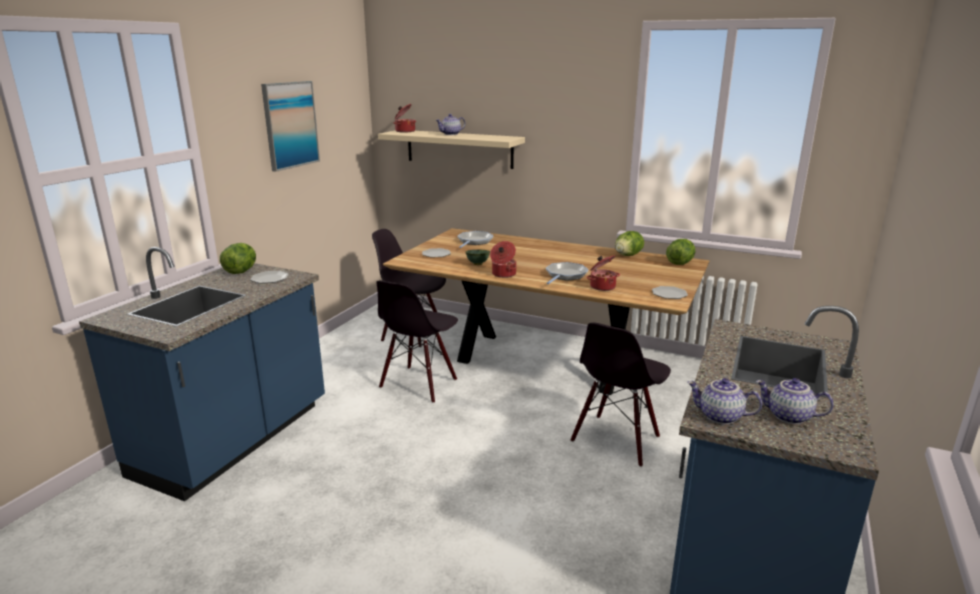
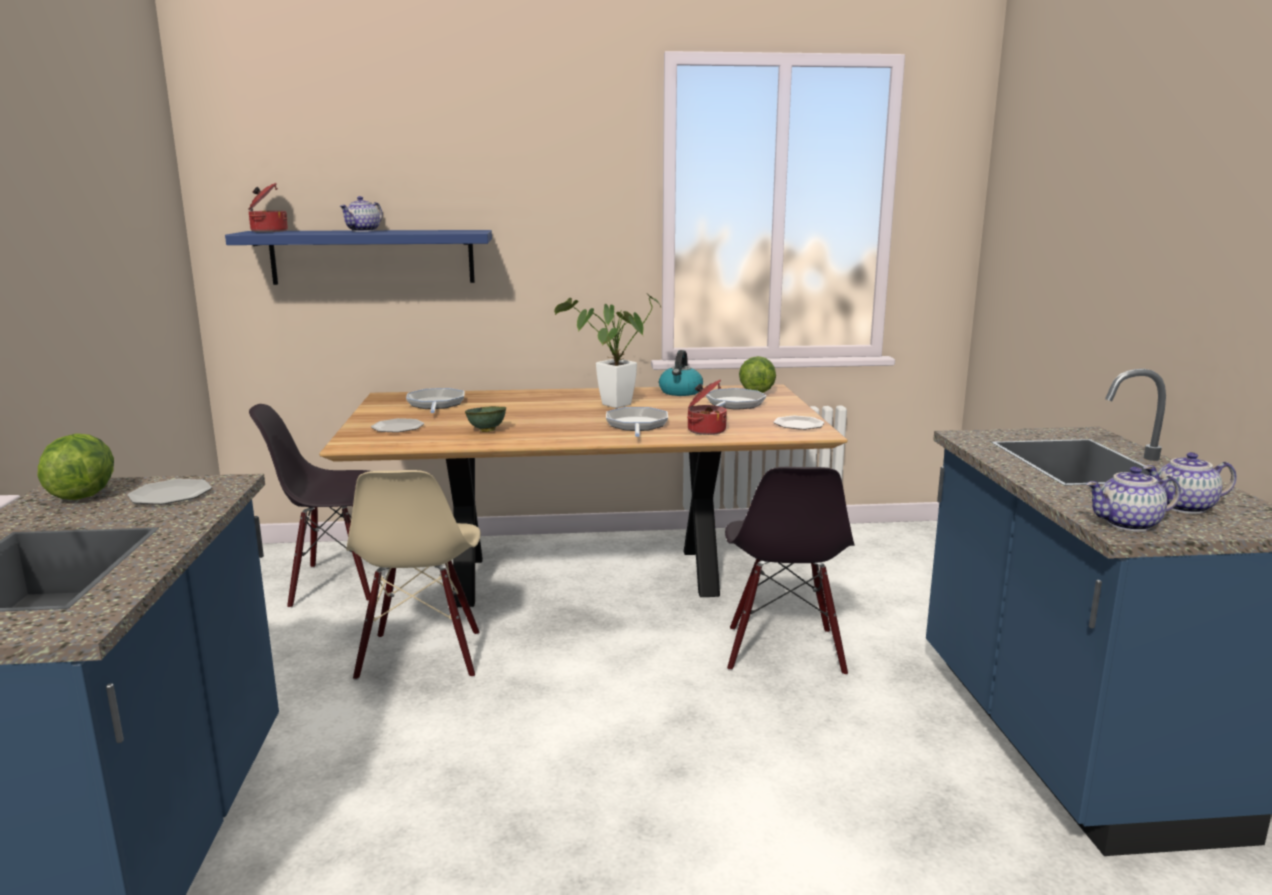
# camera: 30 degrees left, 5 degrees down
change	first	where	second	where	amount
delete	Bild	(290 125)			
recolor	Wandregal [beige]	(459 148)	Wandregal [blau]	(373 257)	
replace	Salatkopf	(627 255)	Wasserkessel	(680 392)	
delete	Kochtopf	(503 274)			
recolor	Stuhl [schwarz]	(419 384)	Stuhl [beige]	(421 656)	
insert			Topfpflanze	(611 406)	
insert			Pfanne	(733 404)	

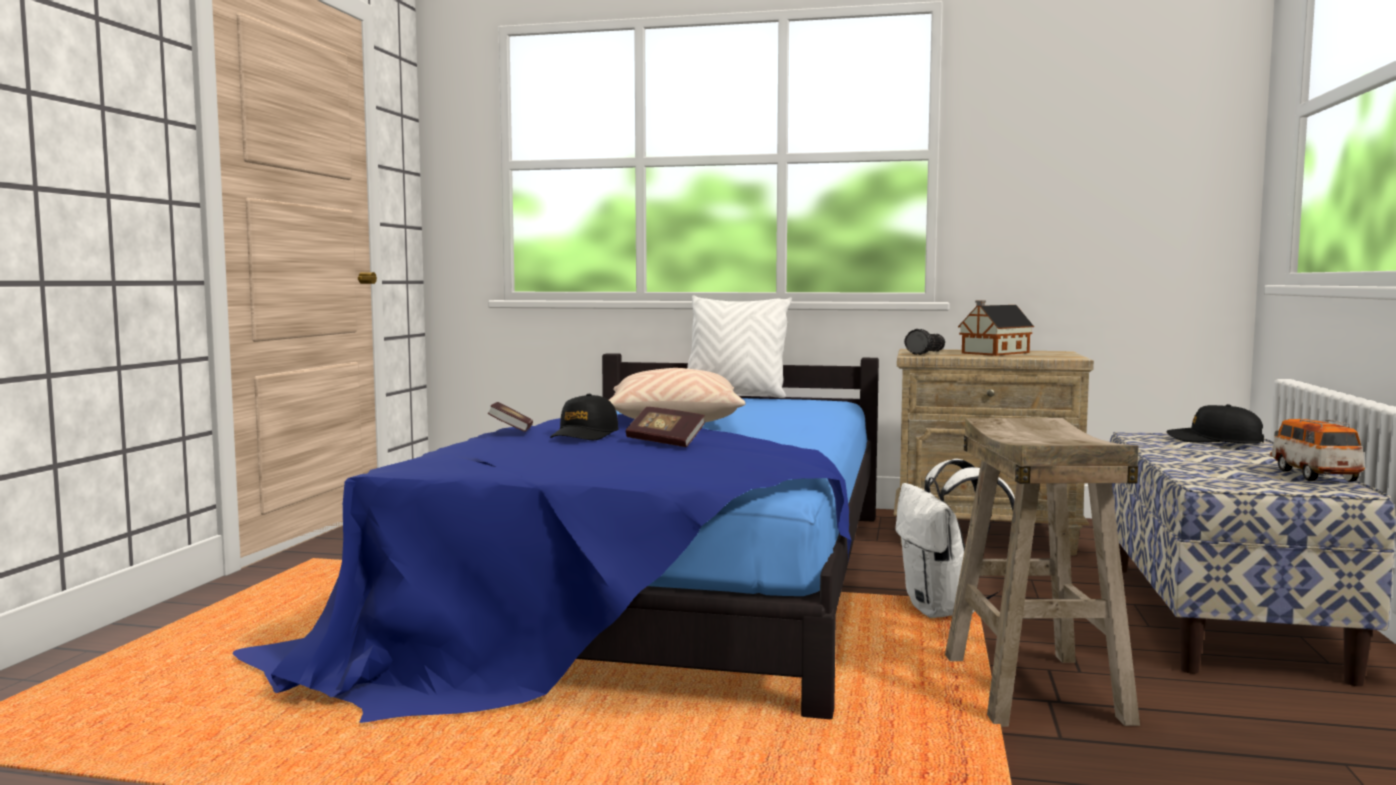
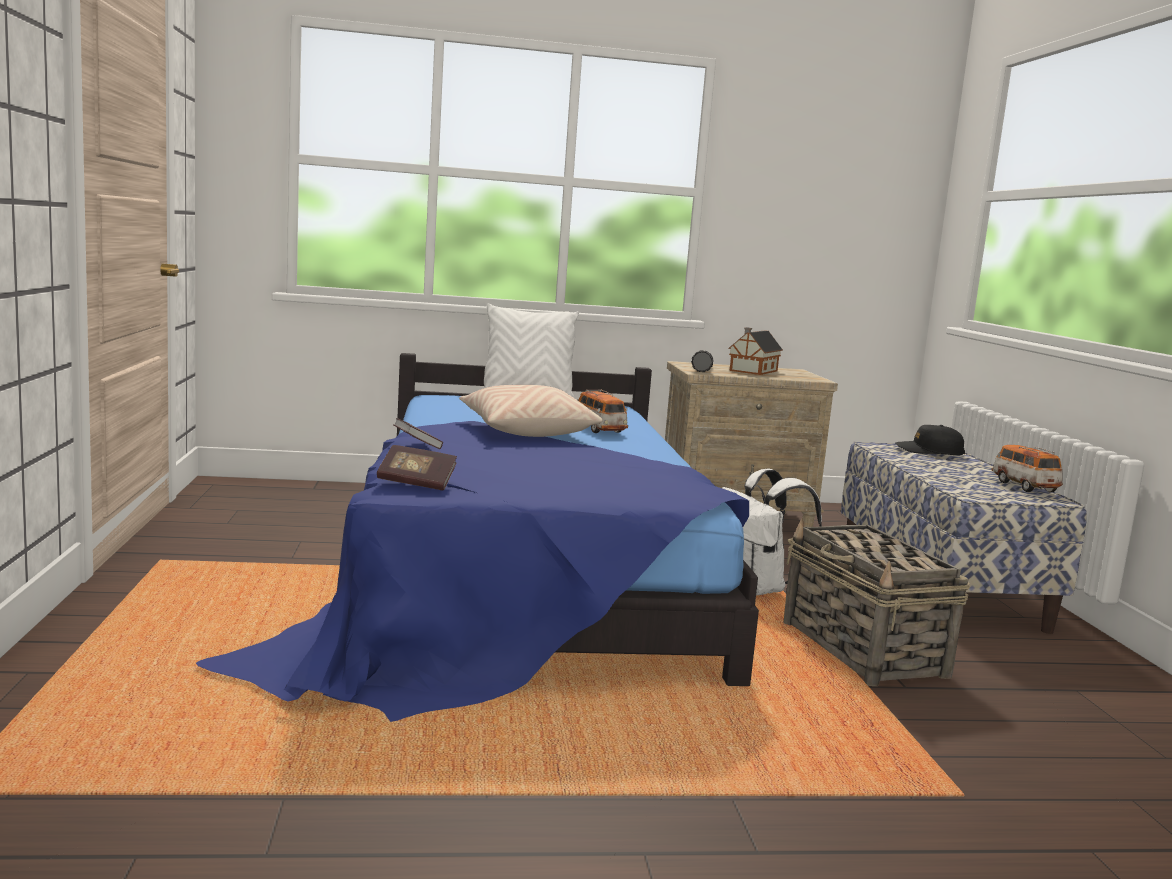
# camera: 20 degrees left, 5 degrees up
change	first	where	second	where	amount
delete	Kappe [schwarz]	(585 435)			
move	Buch	(665 442)		(416 483)	
replace	Hocker [beige]	(1036 688)	Korb	(863 650)	
insert			Spielzeugauto	(600 429)	

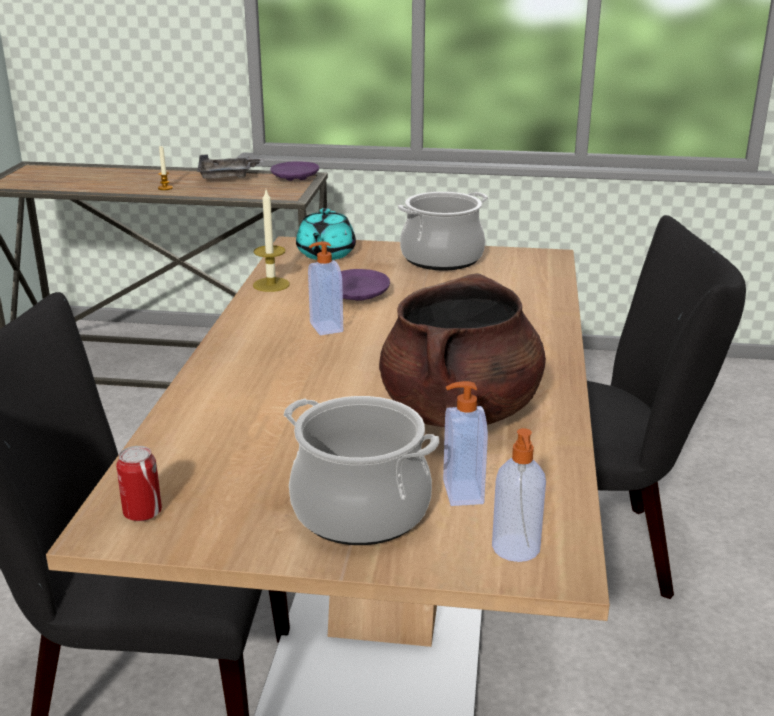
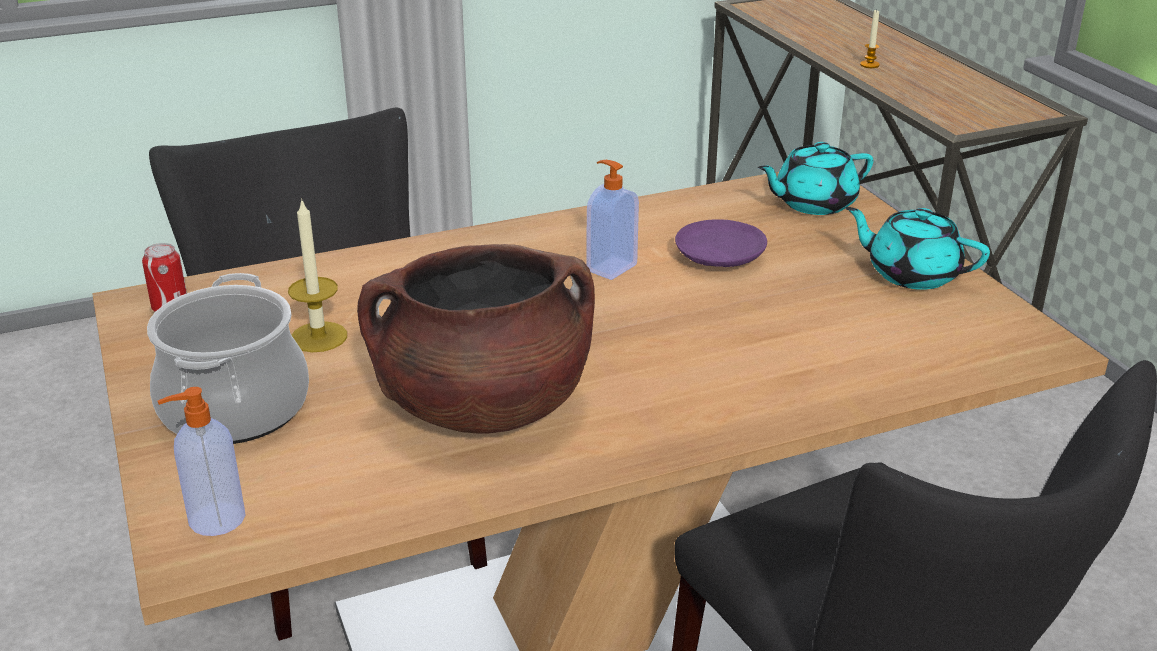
# camera: 60 degrees right, 5 degrees up
change	first	where	second	where	amount
delete	Tablett [grau]	(228 176)			
delete	Teller [lila]	(294 178)			
move	Kerze	(271 284)		(319 337)	
replace	Kochtopf	(442 259)	Teekanne [türkis]	(911 274)	
delete	Seifenspender	(461 492)			

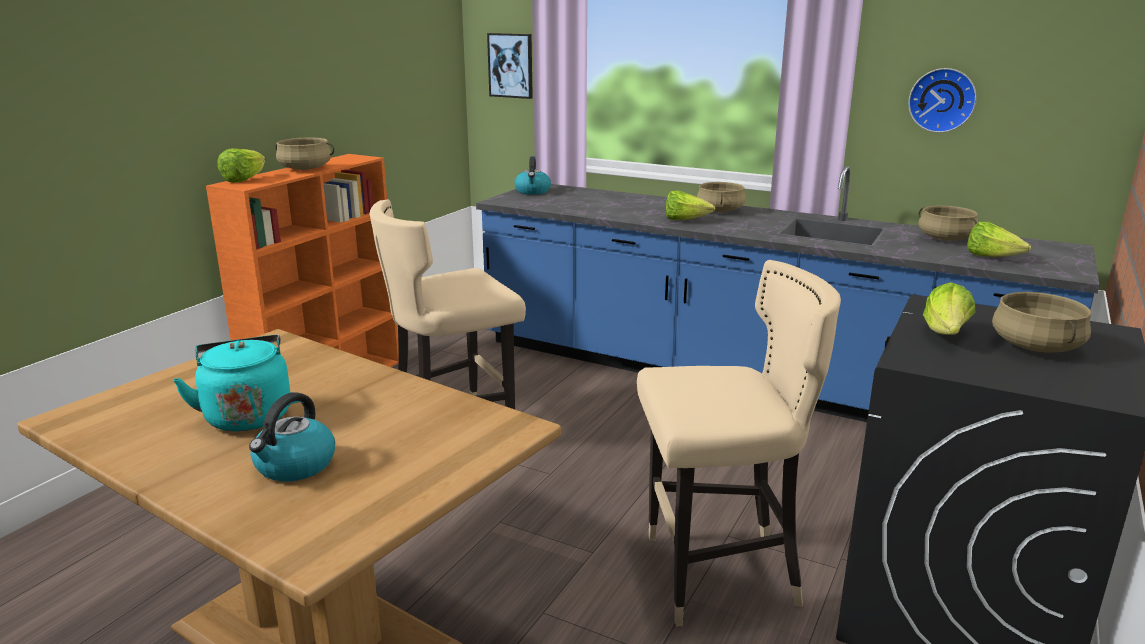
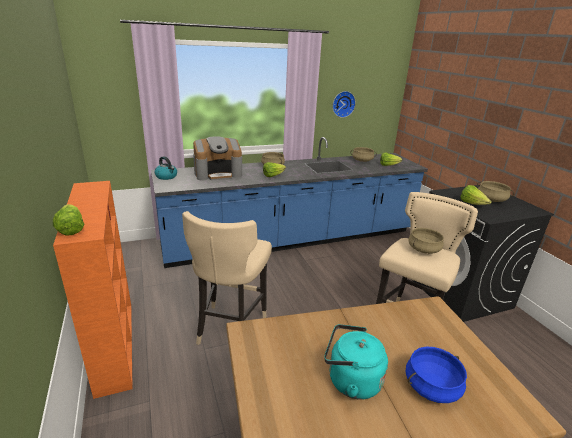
# camera: 50 degrees left, 5 degrees up
change	first	where	second	where	amount
delete	Bild	(511 65)			
move	Kochtopf [beige]	(305 168)		(423 249)	
replace	Wasserkessel	(294 466)	Kochtopf [blau]	(431 386)	
insert			Kaffeemaschine	(218 173)	

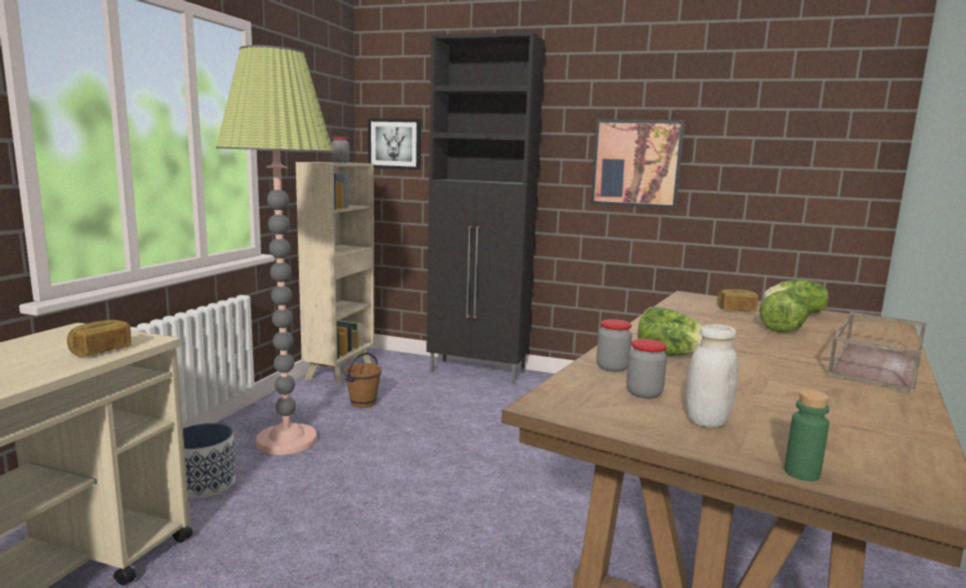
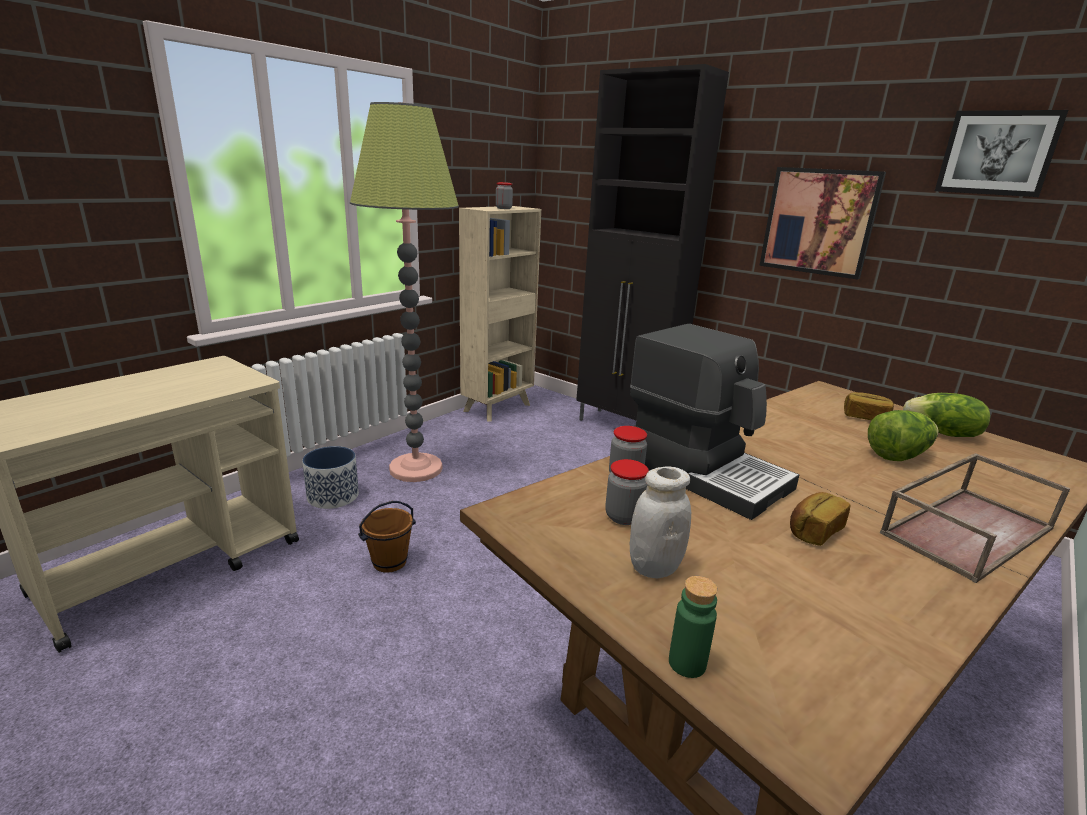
# camera: 20 degrees right, 10 degrees up
change	first	where	second	where	amount
move	Bild	(395 144)		(997 153)	
replace	Salatkopf	(668 356)	Kaffeemaschine	(705 472)	
move	Brot	(100 351)		(813 531)	
move	Eimer [braun]	(363 403)		(389 562)	

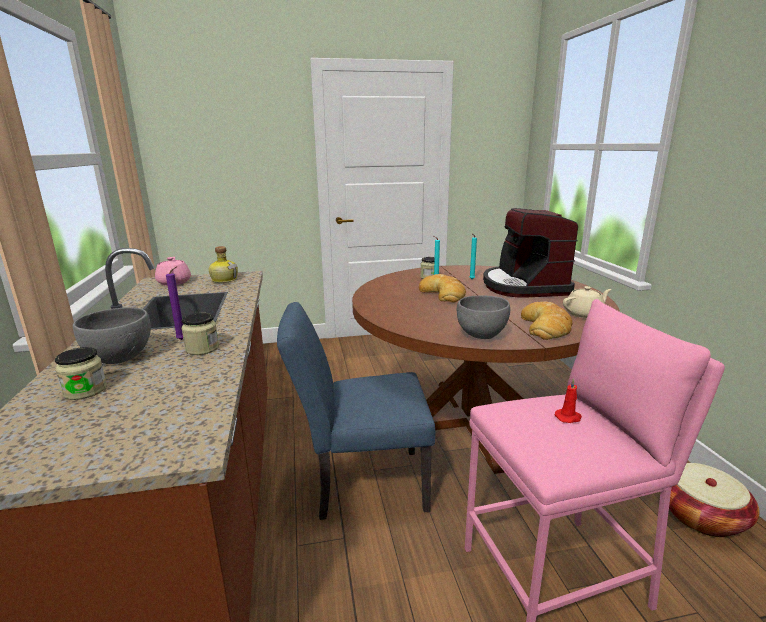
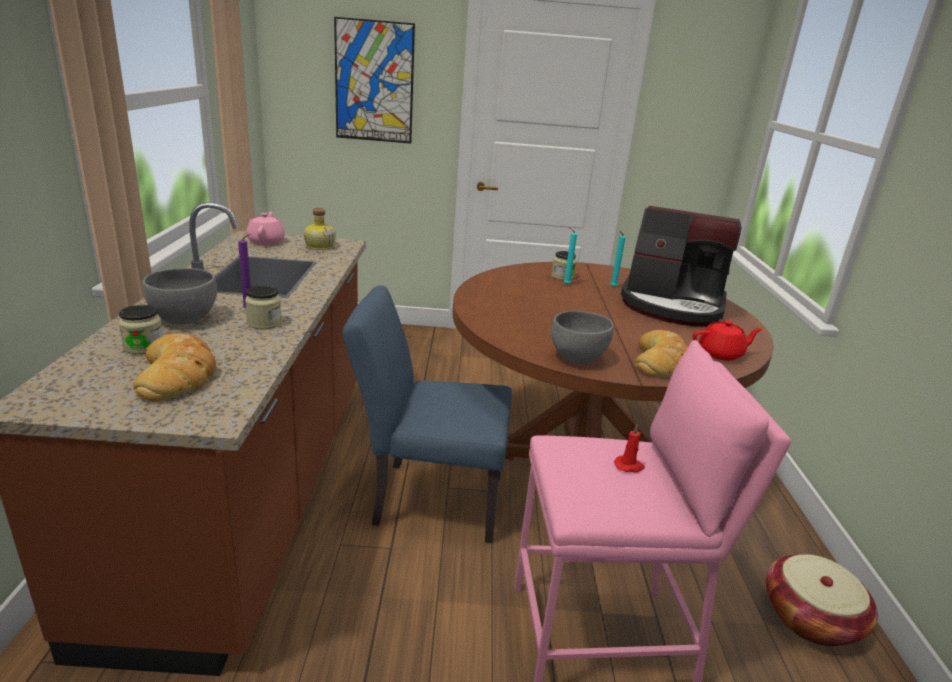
# camera: 10 degrees right, 5 degrees up
change	first	where	second	where	amount
rotate	Kaffeemaschine	(524 286)		(672 306)	75 degrees counterclockwise
move	Brot	(443 294)		(178 374)	
recolor	Teekanne [beige]	(584 314)	Teekanne [rot]	(721 354)	
insert			Bild	(374 82)	

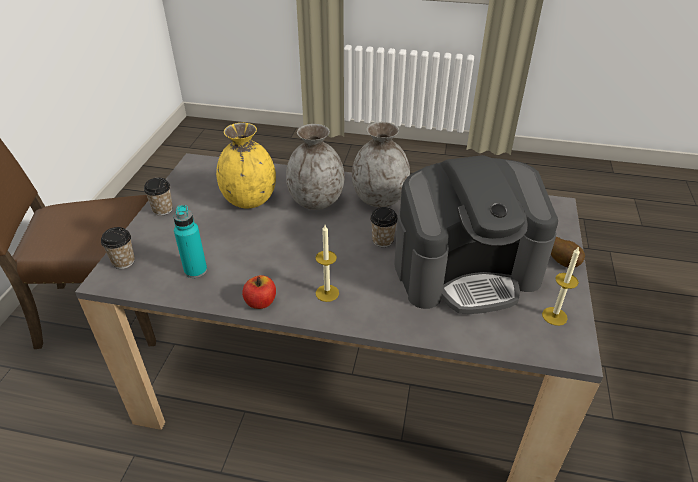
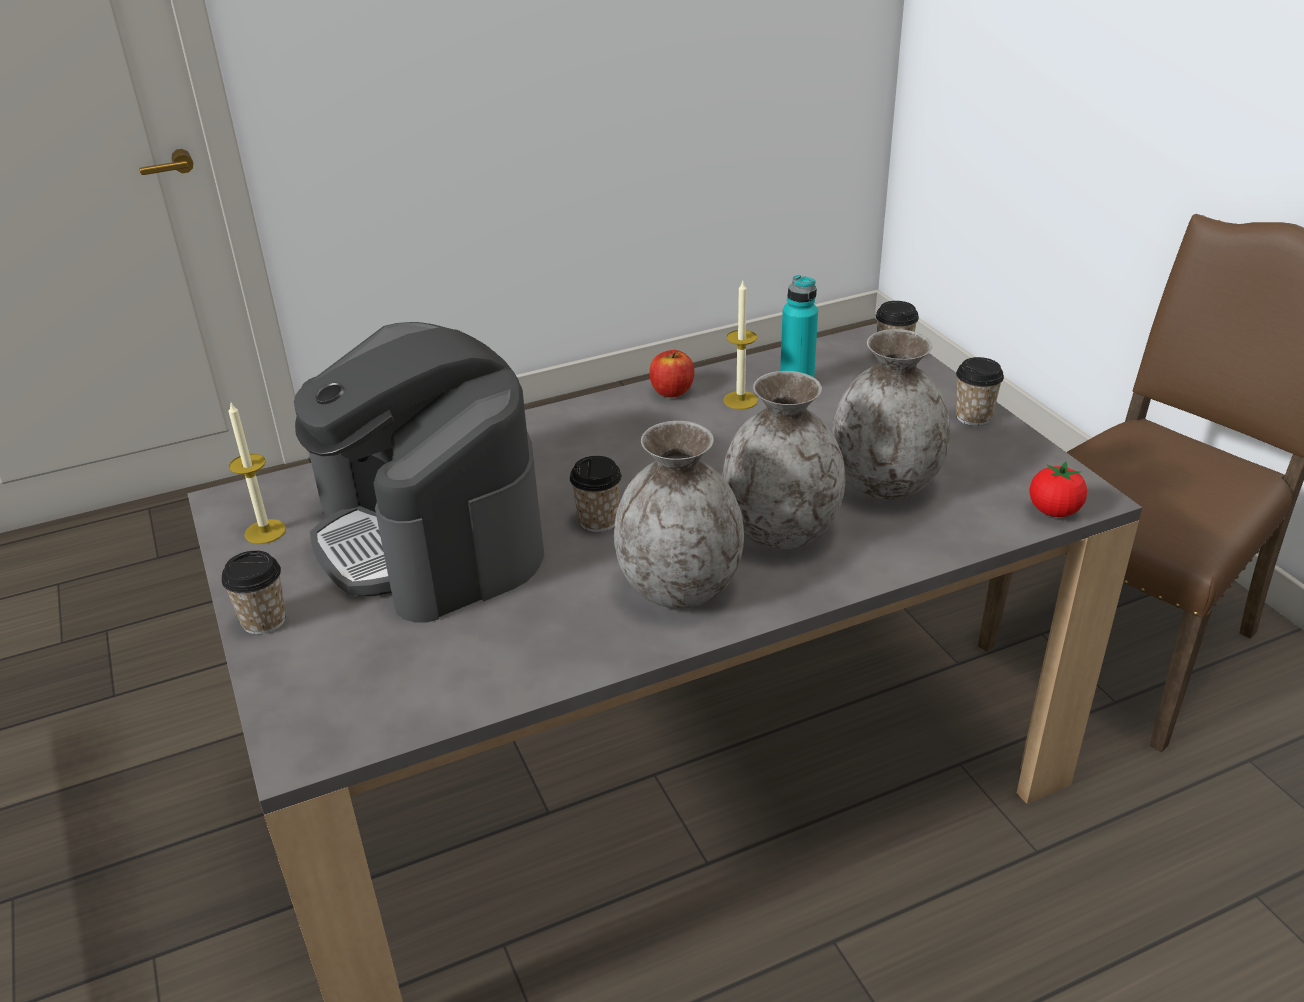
# camera: 145 degrees right, 5 degrees down
change	first	where	second	where	amount
recolor	Vase [gelb]	(250 200)	Vase [grau]	(884 484)	
rotate	Kaffeemaschine	(466 270)		(430 536)	75 degrees counterclockwise
move	Kerze	(327 293)		(740 400)	
replace	Kartoffel	(563 262)	Tasse	(264 620)	
insert			Tomate	(1054 511)	

